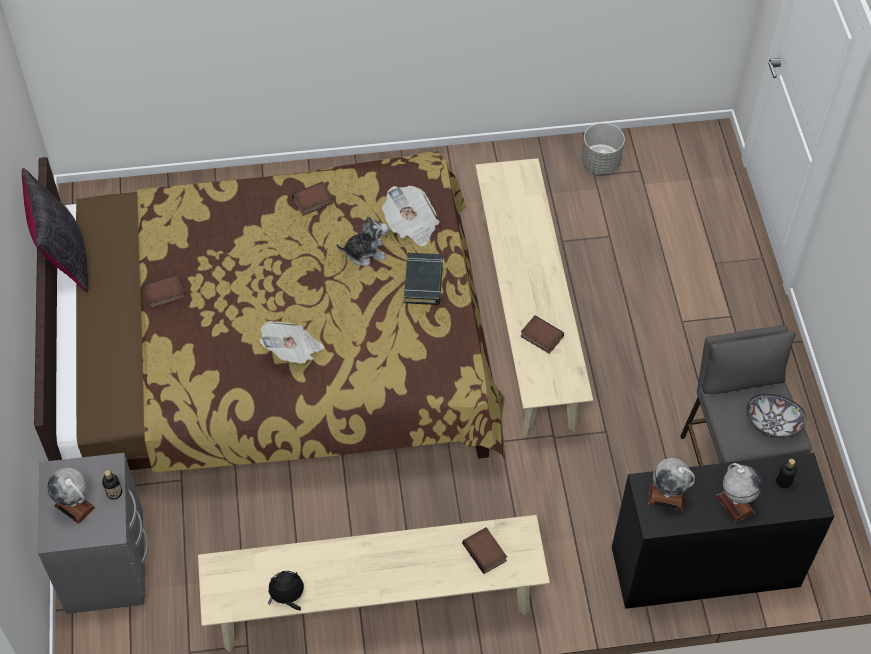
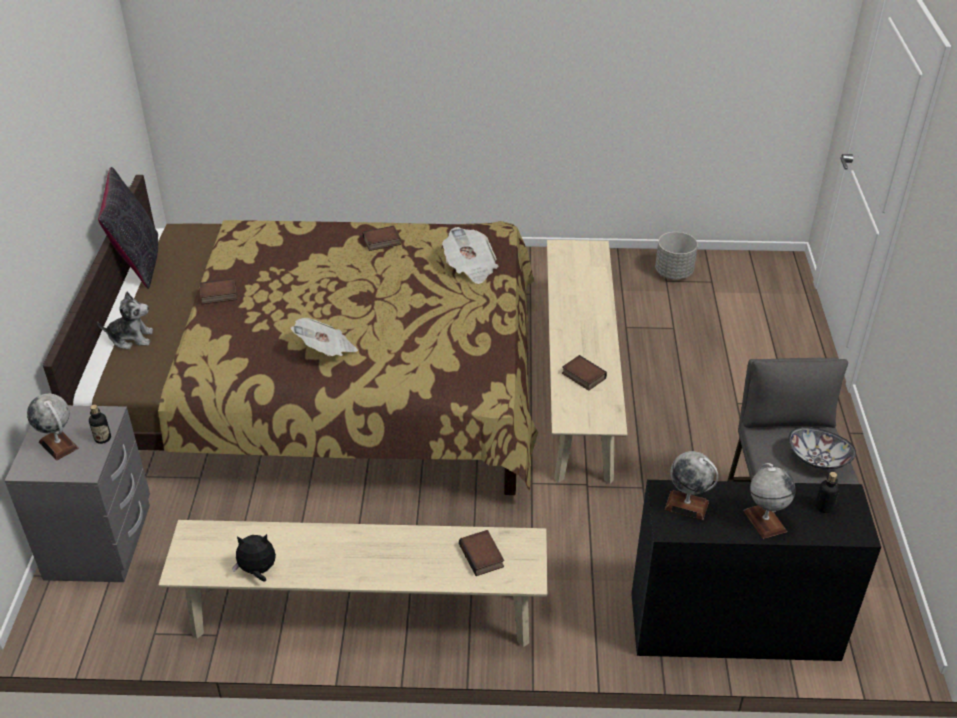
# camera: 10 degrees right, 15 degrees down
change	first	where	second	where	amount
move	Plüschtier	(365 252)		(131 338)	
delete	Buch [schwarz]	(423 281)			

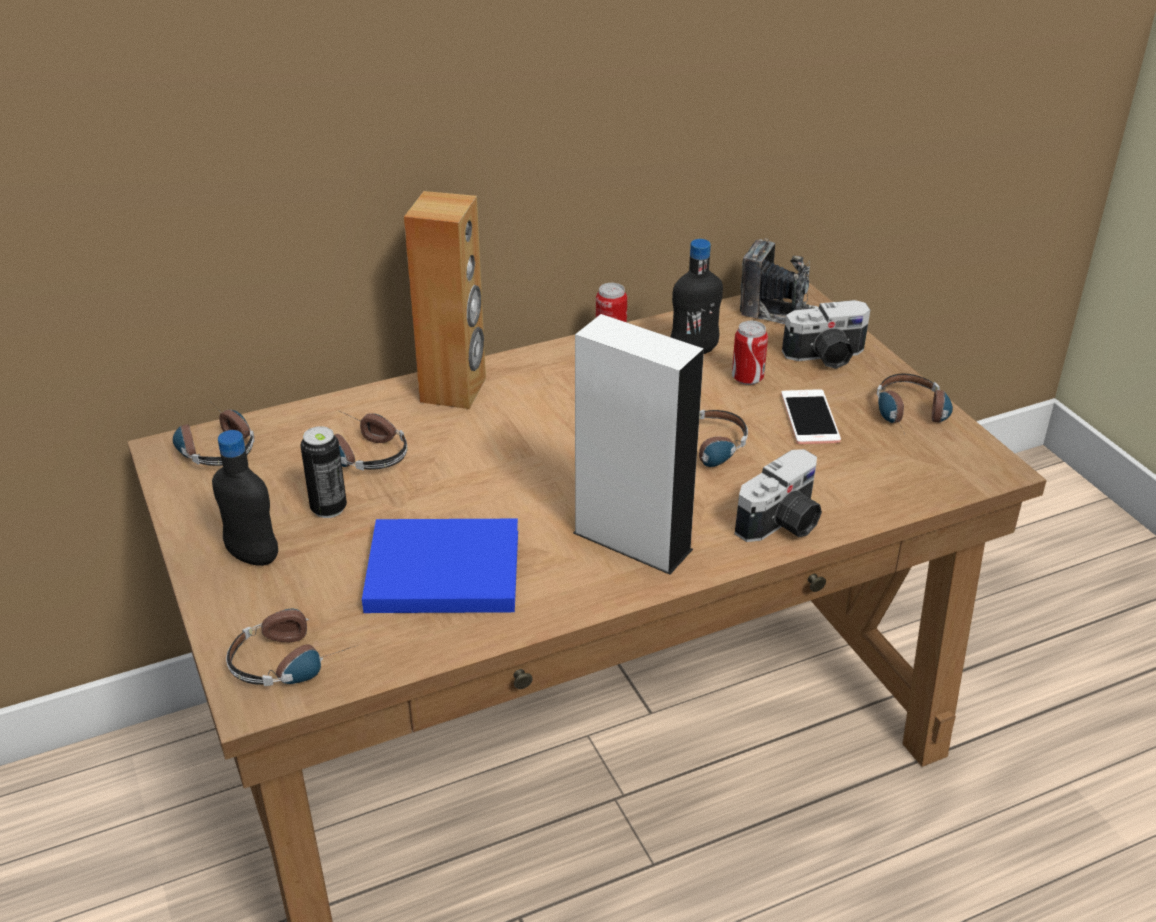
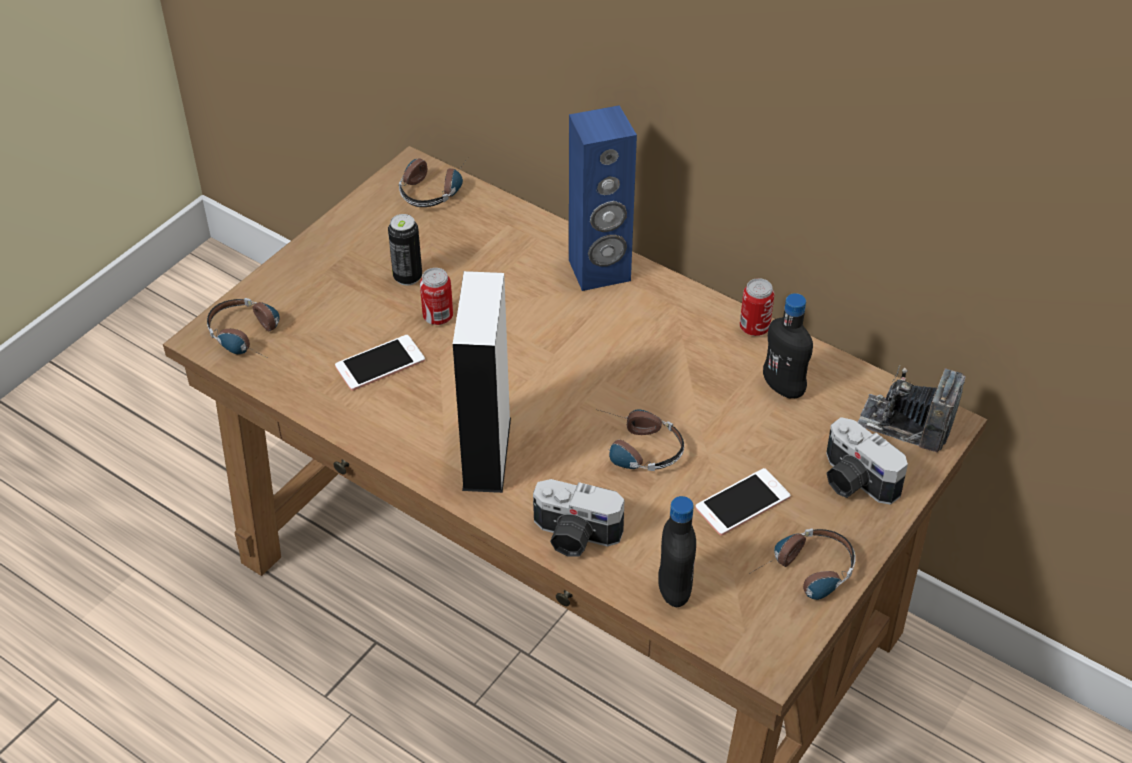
# camera: 60 degrees right, 10 degrees up
change	first	where	second	where	amount
recolor	Lautsprecher [braun]	(454 390)	Lautsprecher [blau]	(599 271)	
rotate	Kamera	(782 313)		(905 424)	120 degrees clockwise
move	Dose	(747 378)		(438 317)	
delete	Kopfhörer	(360 452)			
move	Flasche [schwarz]	(253 556)		(674 590)	
replace	Buch [blau]	(438 571)	Handy	(380 363)	

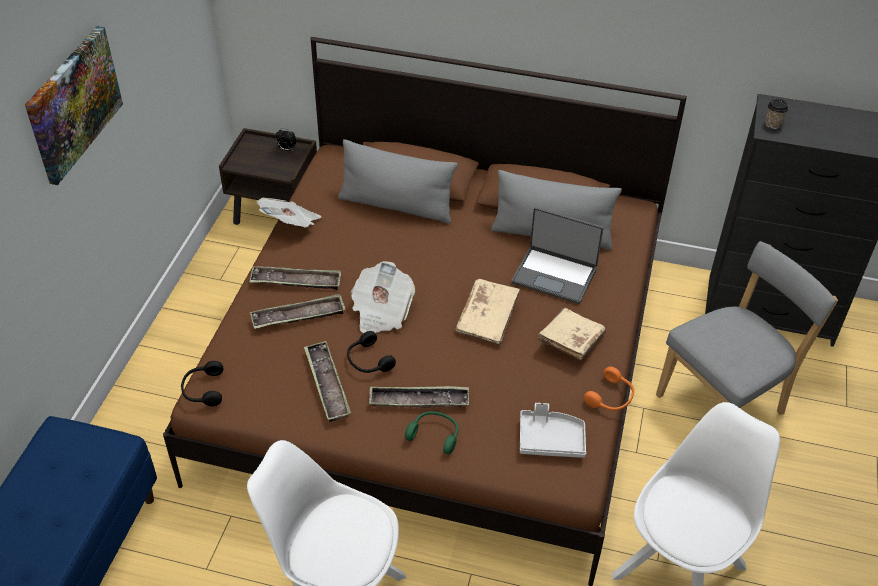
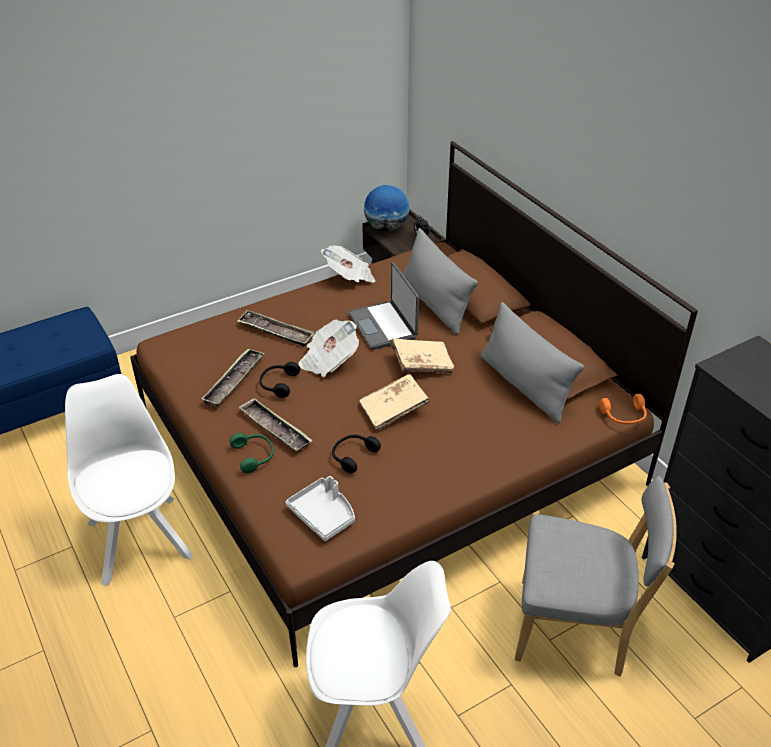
# camera: 45 degrees right, 5 degrees down
change	first	where	second	where	amount
delete	Bild	(73 103)			
delete	Tasse	(773 124)			
move	Laptop	(555 275)		(384 326)	
delete	Tablett	(296 281)			
move	Buch [beige]	(570 341)		(422 364)	
move	Kopfhörer [schwarz]	(203 390)		(353 456)	
move	Kopfhörer [orange]	(611 397)		(624 416)	
insert			Globus	(386 228)	

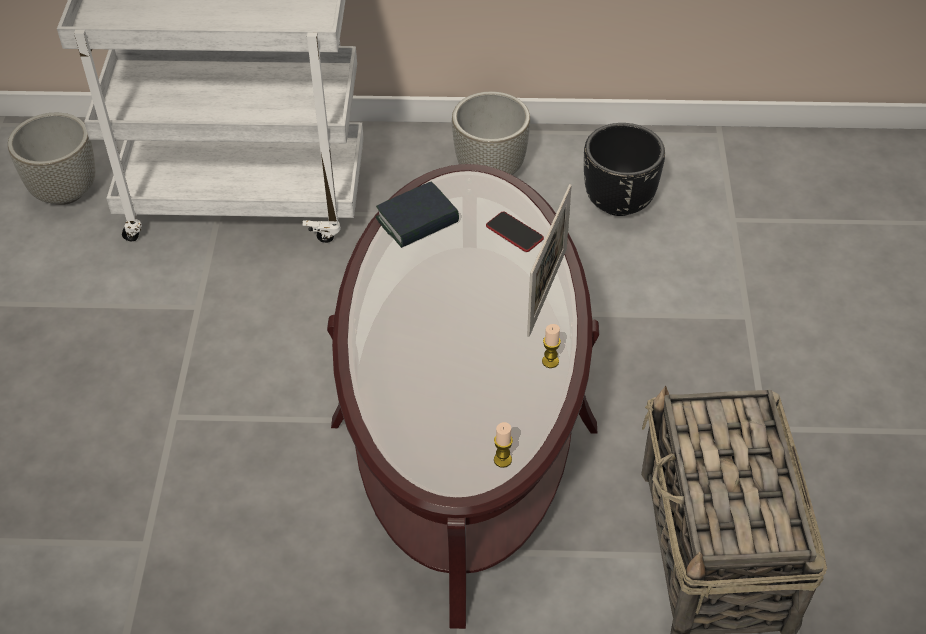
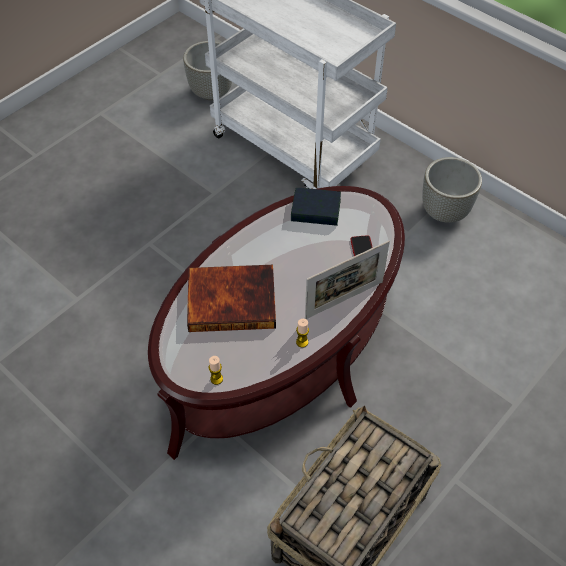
# camera: 40 degrees right, 5 degrees up
change	first	where	second	where	amount
delete	Pflanzkübel [schwarz]	(619 202)			
insert			Buch	(232 300)	

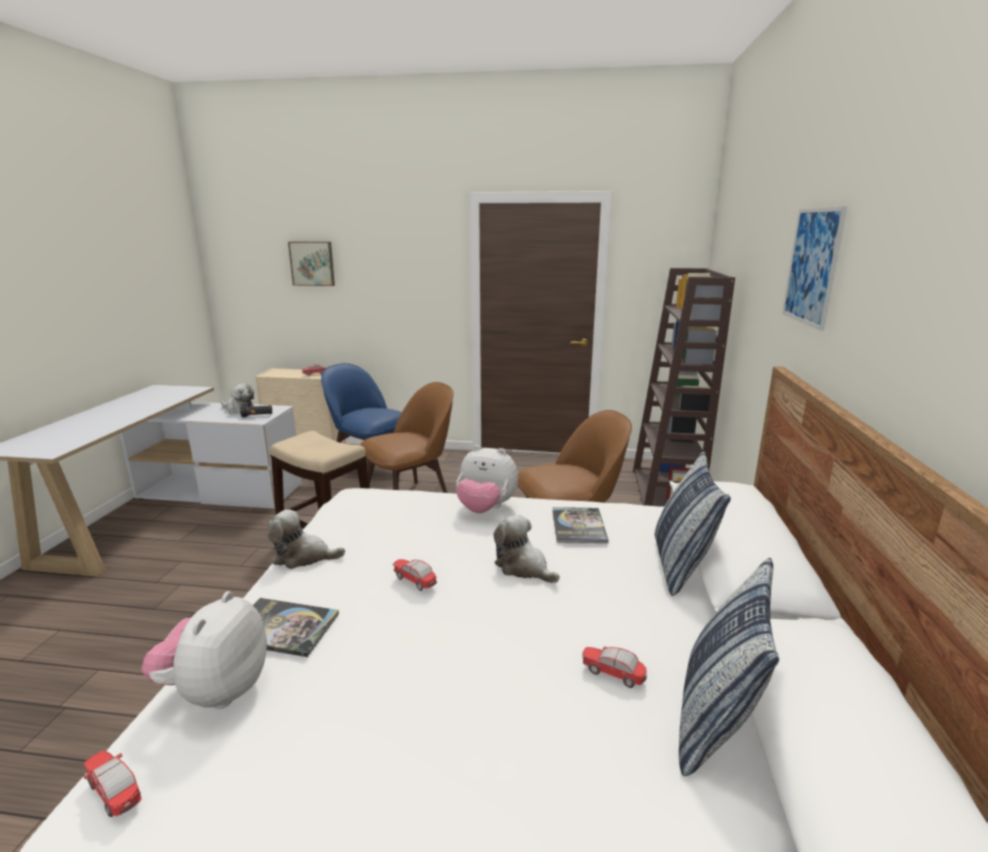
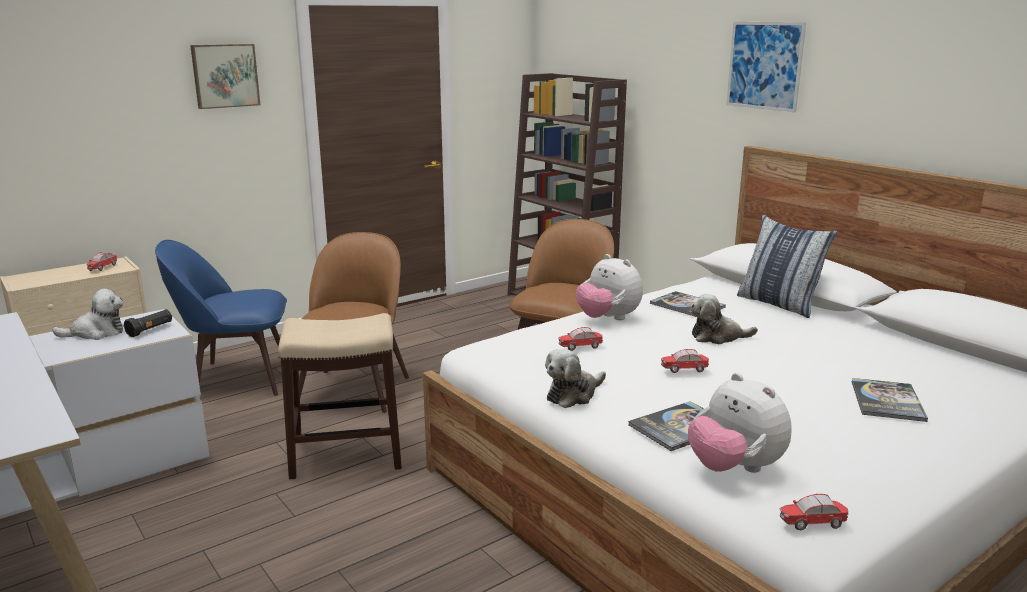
# camera: 45 degrees left, 0 degrees up
change	first	where	second	where	amount
move	Bild	(312 263)		(225 75)	
rotate	Plüschtier	(485 509)		(608 318)	75 degrees clockwise
delete	Kissen	(715 720)			
move	Spielzeugauto	(613 675)		(580 347)	
insert			Buch	(887 401)	

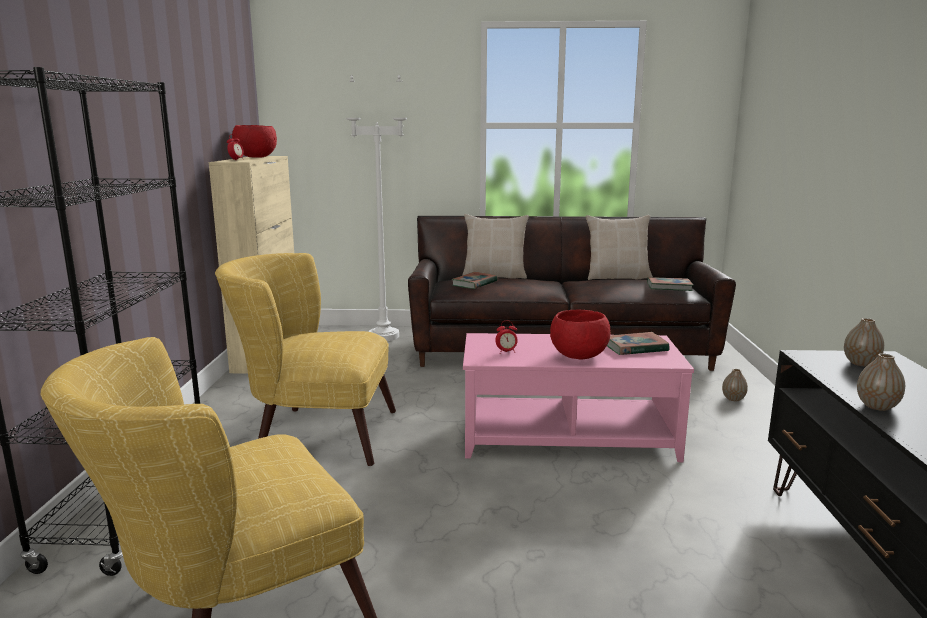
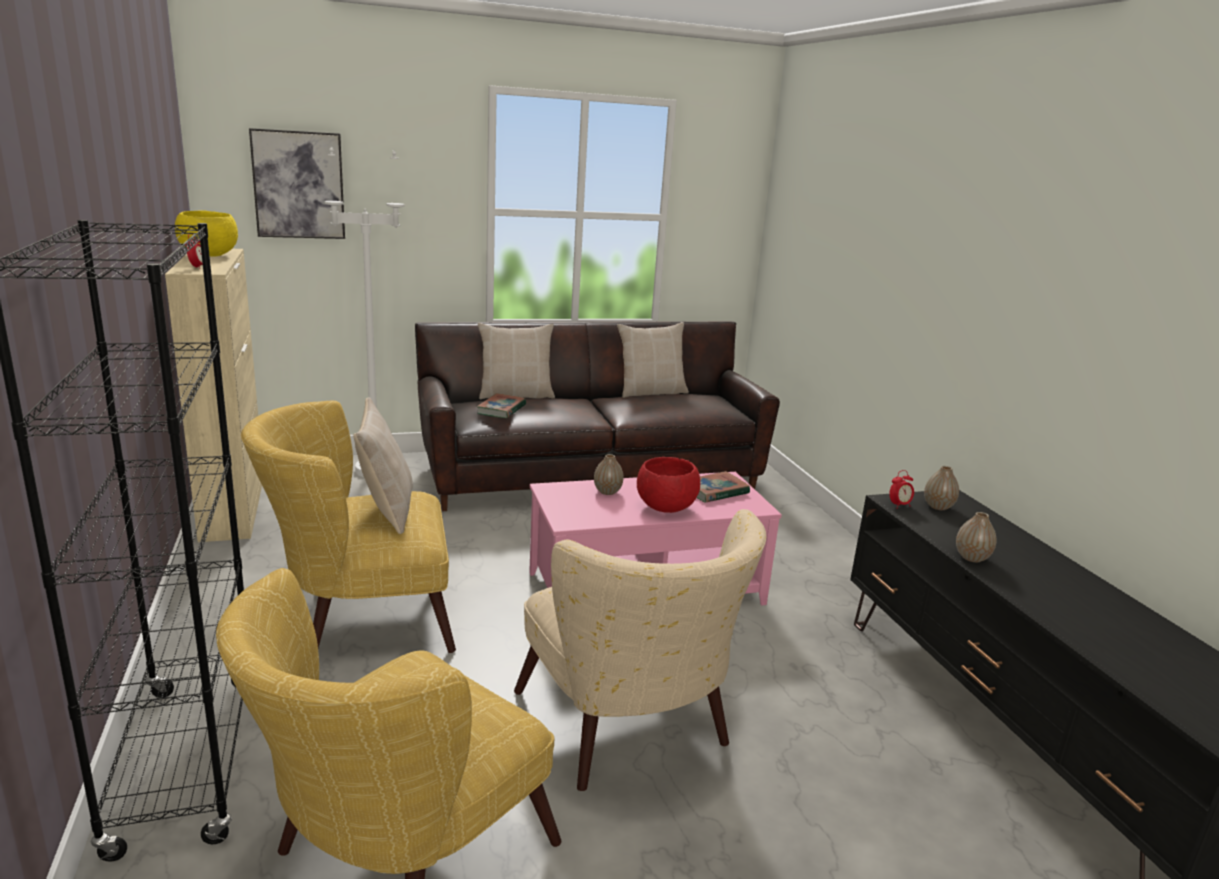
# camera: 20 degrees left, 5 degrees up
change	first	where	second	where	amount
recolor	Schüssel [rot]	(256 157)	Schüssel [gelb]	(209 255)	
delete	Buch	(669 287)			
move	Wecker	(506 352)		(899 505)	
move	Vase	(733 399)		(607 492)	
insert			Bild	(299 185)	
insert			Kissen [beige]	(386 510)	
insert			Sessel [beige]	(630 733)	

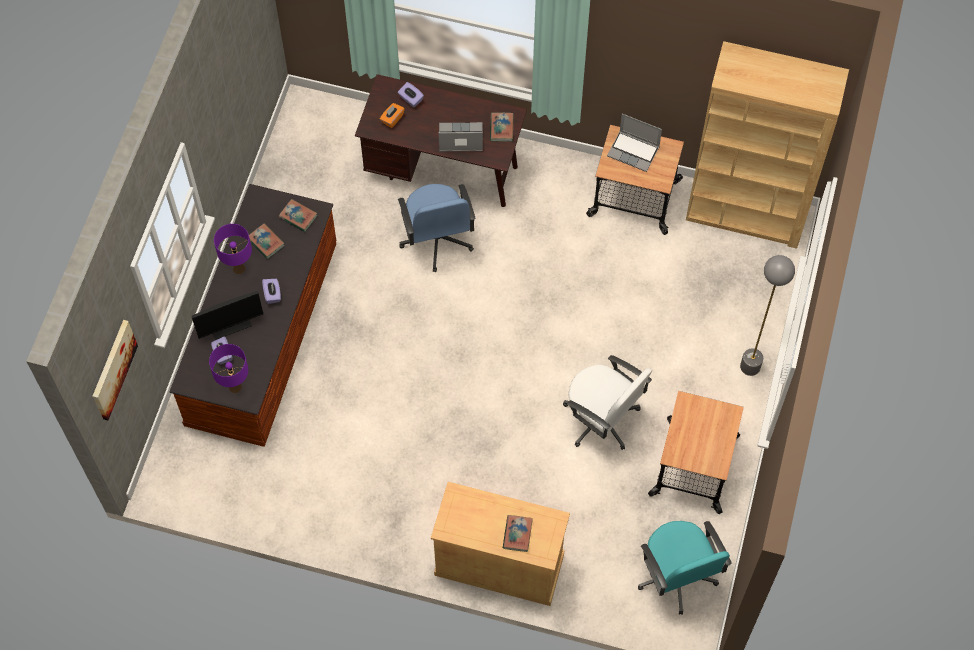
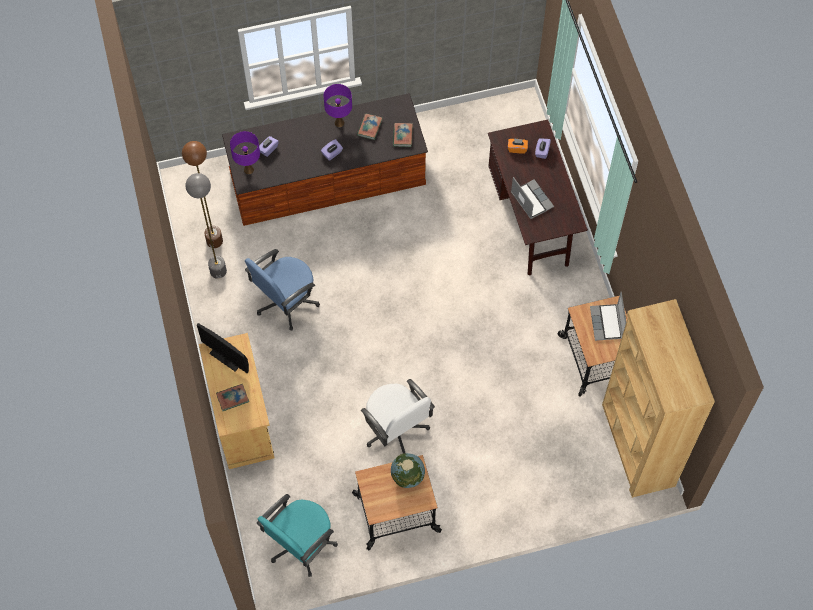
# camera: 60 degrees right, 0 degrees up
change	first	where	second	where	amount
delete	Buch	(501 128)			
move	Bürostuhl [blau]	(436 240)		(286 302)	
move	Stehlampe [grau]	(750 366)		(218 271)	
move	Monitor	(230 325)		(227 357)	
delete	Bild	(113 369)			
rotate	Bürostuhl [weiß]	(601 419)		(395 430)	45 degrees counterclockwise
insert			Stehlampe [braun]	(214 241)	
insert			Globus	(407 476)	

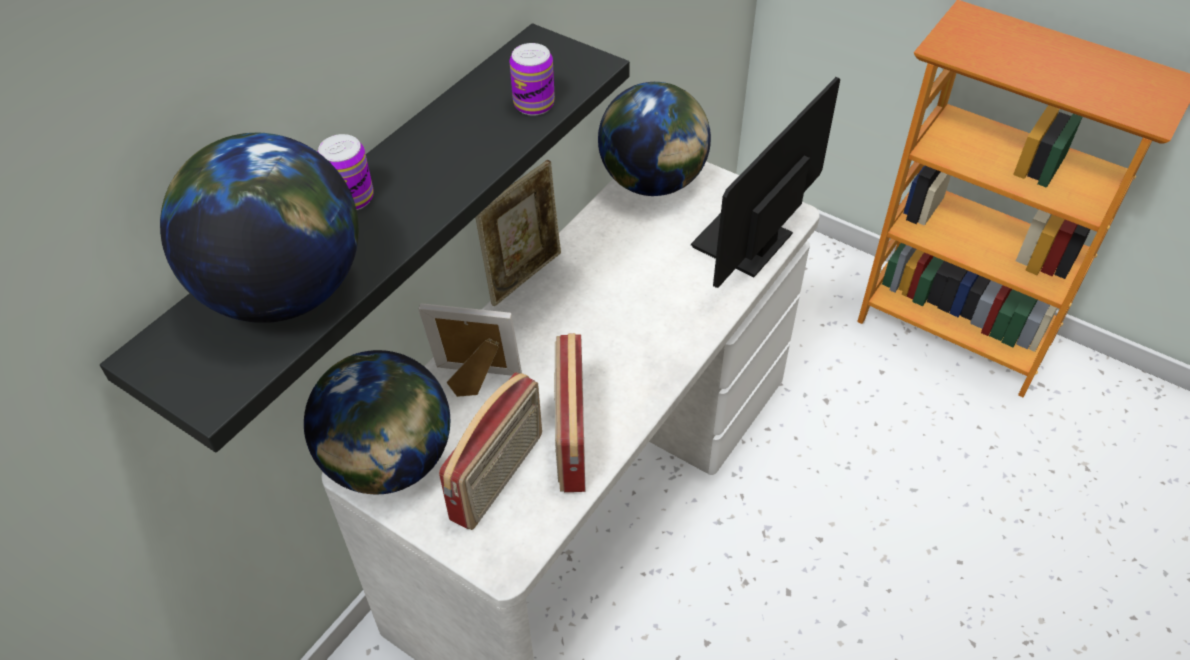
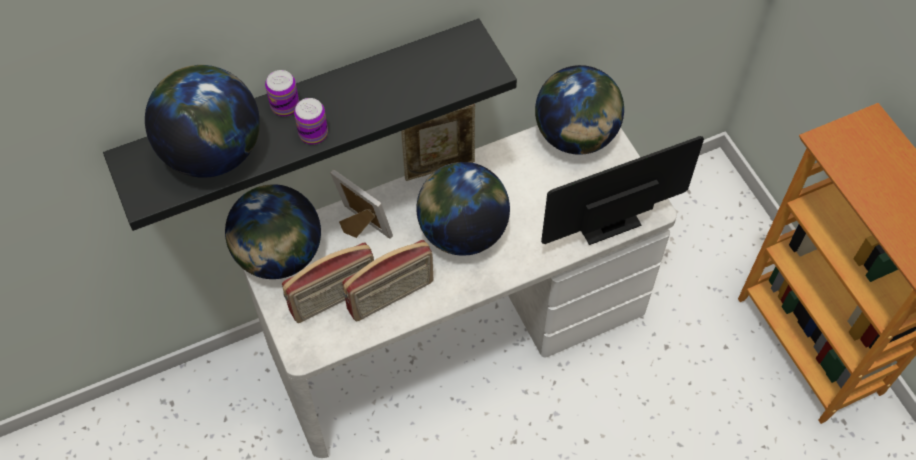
# camera: 30 degrees right, 10 degrees up
change	first	where	second	where	amount
move	Dose	(534 104)		(313 134)	
rotate	Radio	(570 439)		(391 296)	150 degrees counterclockwise
insert			Globus	(462 232)	

